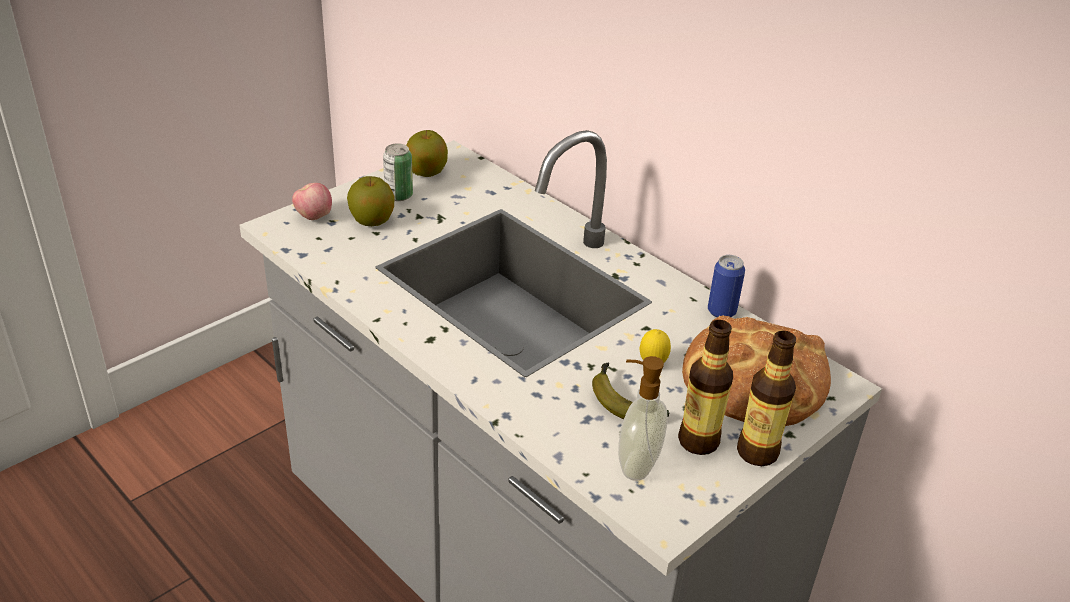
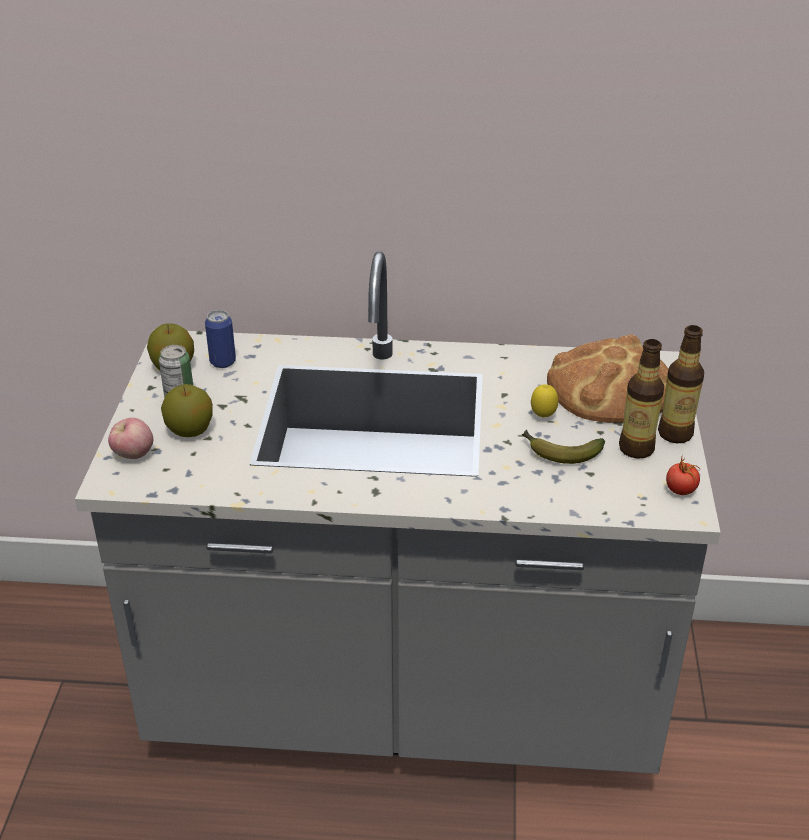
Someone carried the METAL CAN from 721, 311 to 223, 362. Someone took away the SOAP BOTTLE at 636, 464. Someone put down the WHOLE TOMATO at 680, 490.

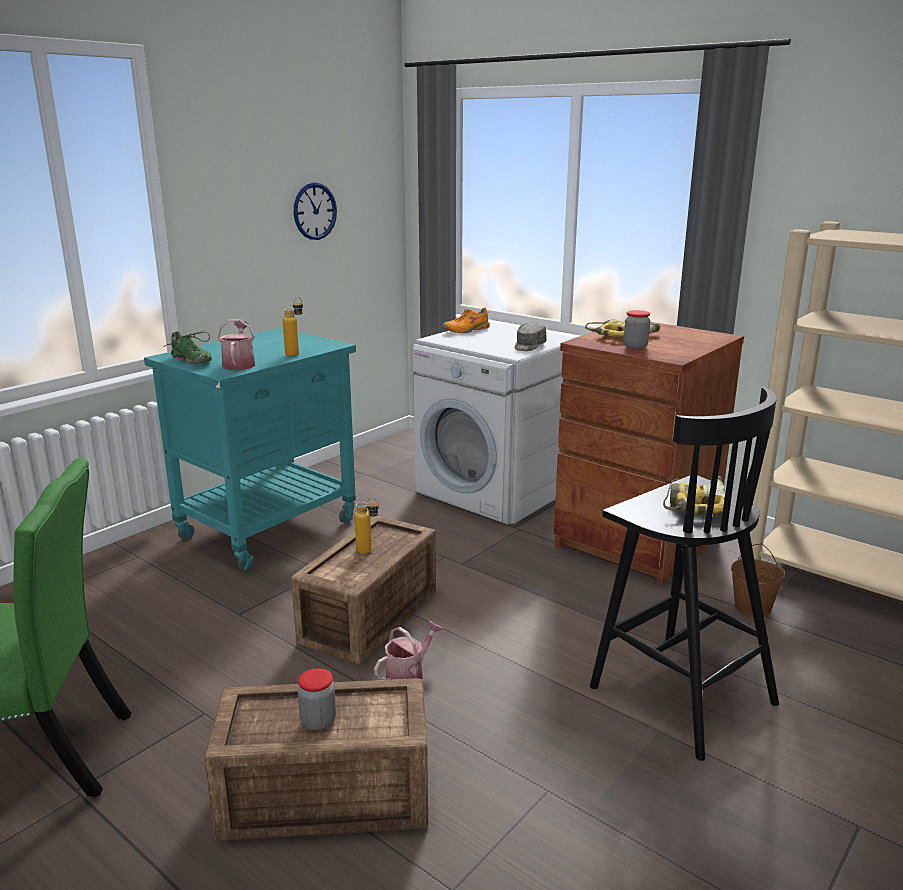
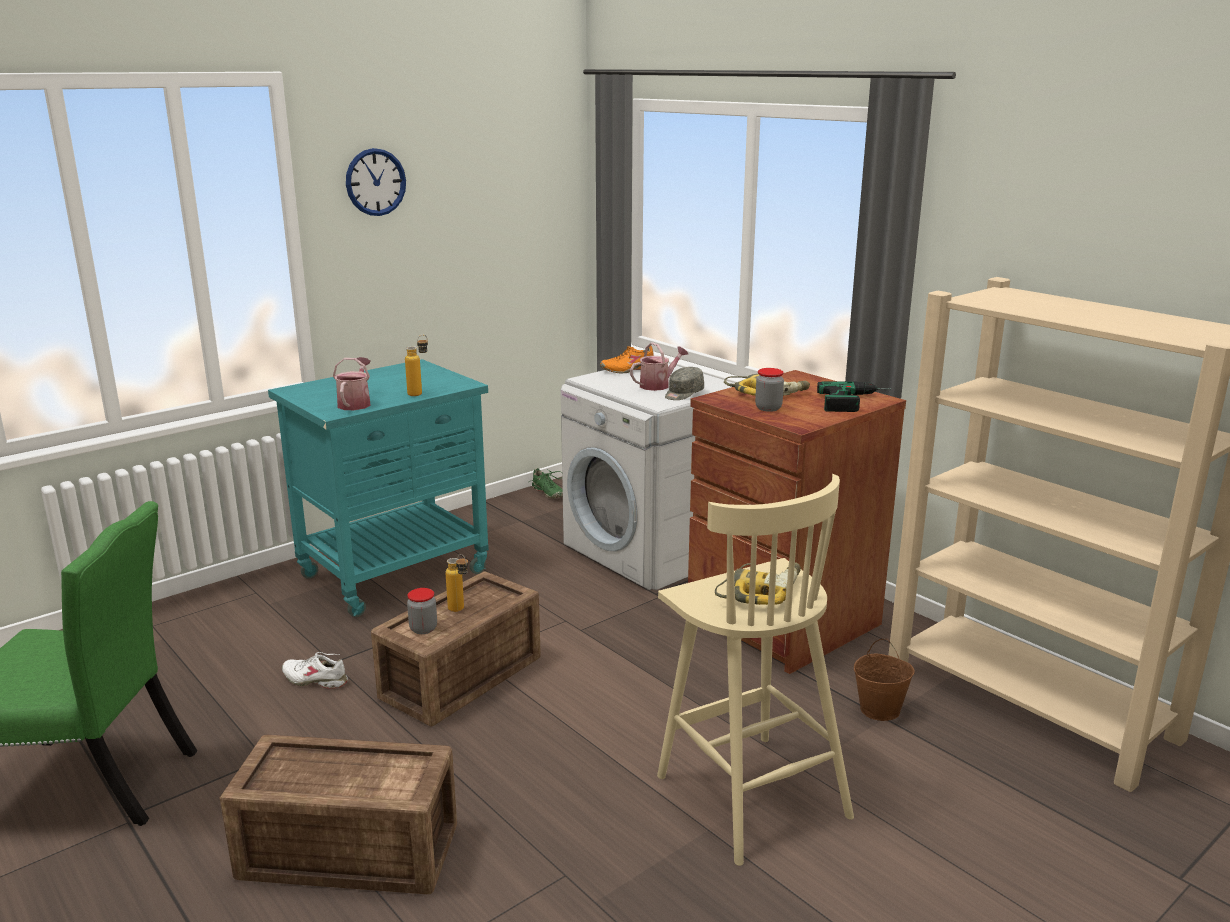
Someone carried the CLOCK ON THE WALL from 314, 211 to 375, 182. Someone carried the GREEN-COLOURED SHOE from 191, 360 to 547, 493. Someone repainted the BLACK-COLOURED SITTING STOOL at 677, 692, which became the SAND-COLOURED SITTING STOOL at 748, 792. Someone carried the SPRINKLING CAN from 408, 673 to 658, 385. Someone carried the JAR from 318, 721 to 423, 629. Someone put down the ELECTRIC DRILL at 857, 402. Someone put down the WHITE SHOE at 315, 679.

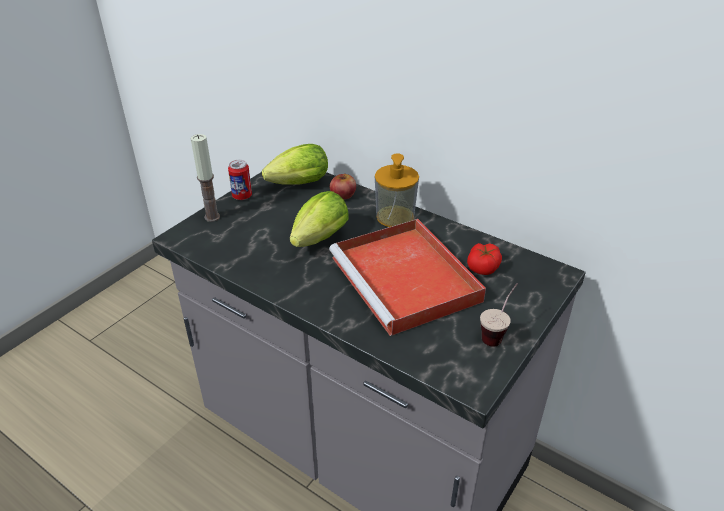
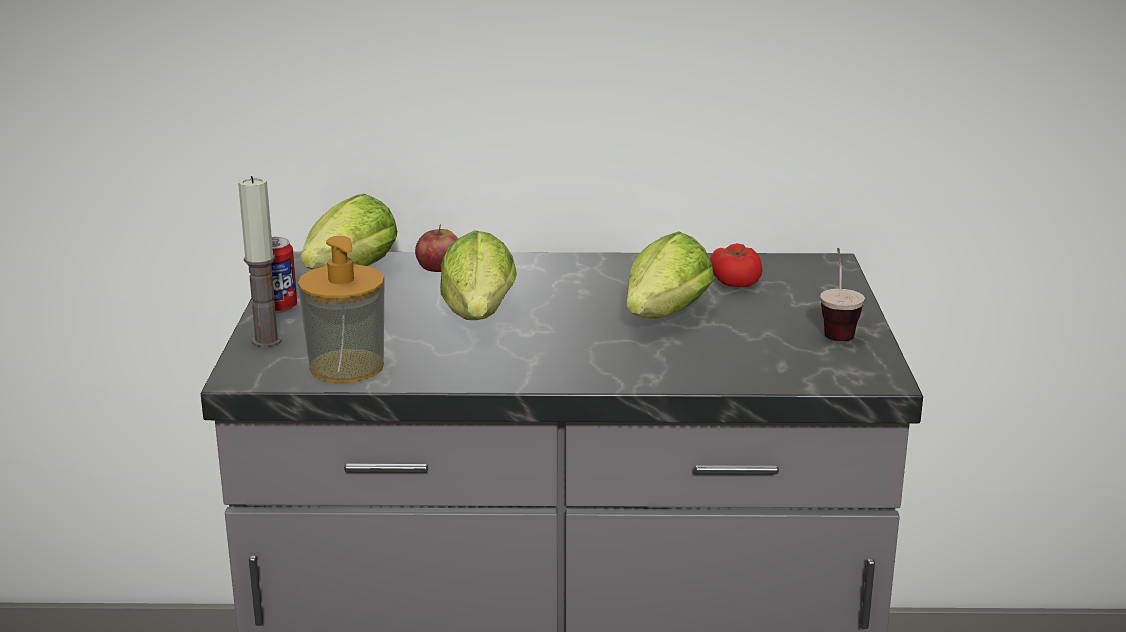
Someone carried the SOAP BOTTLE from 395, 216 to 346, 366. Someone swapped the REDDISH CARRYING TRAY at 407, 280 for the HEAD OF LETTUCE at 662, 319.

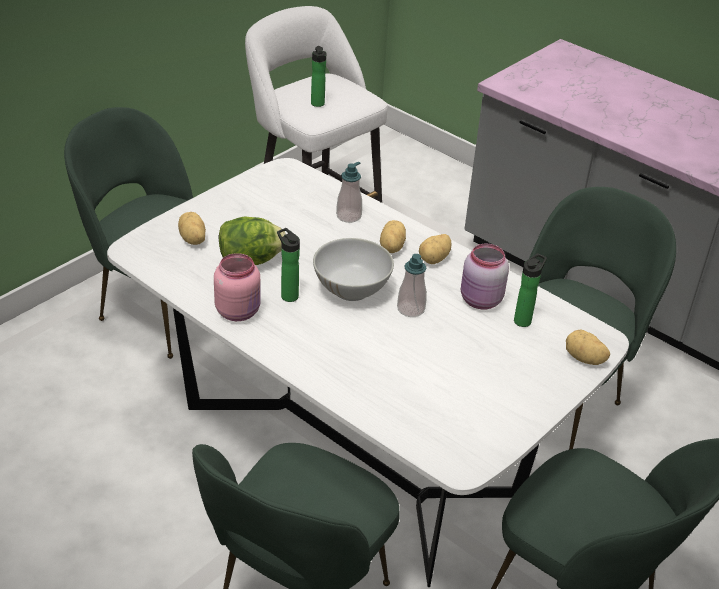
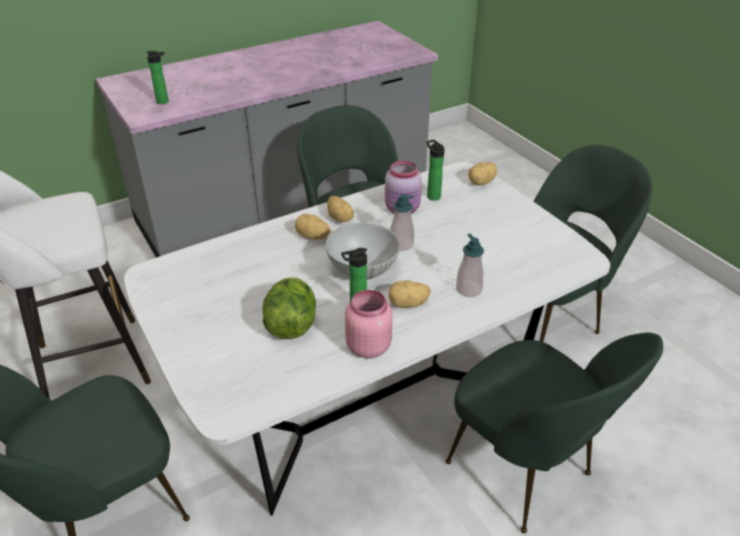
Someone carried the BEVERAGE BOTTLE from 318, 104 to 164, 101. Someone carried the SOAP BOTTLE from 348, 216 to 468, 289. Someone carried the WHOLE POTATO from 192, 239 to 408, 304.

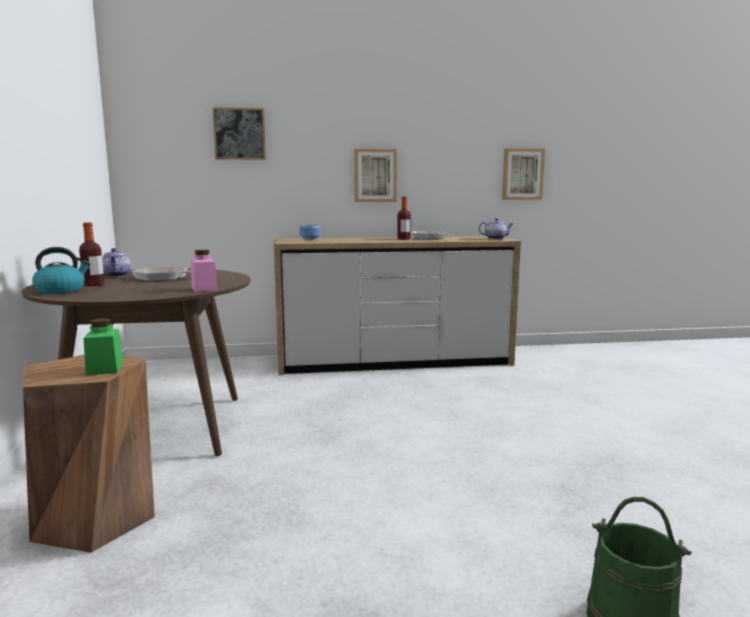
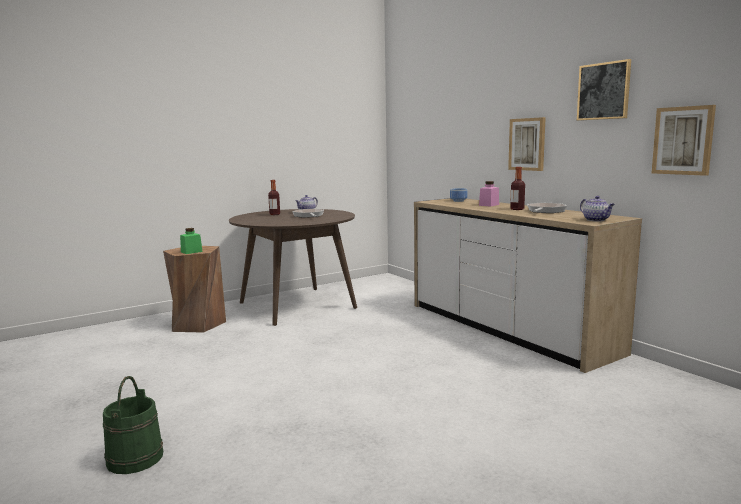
Someone carried the PICTURE from 239, 134 to 603, 91. Someone took away the TEA KETTLE at 61, 290. Someone carried the PINK JAR from 204, 288 to 489, 205.

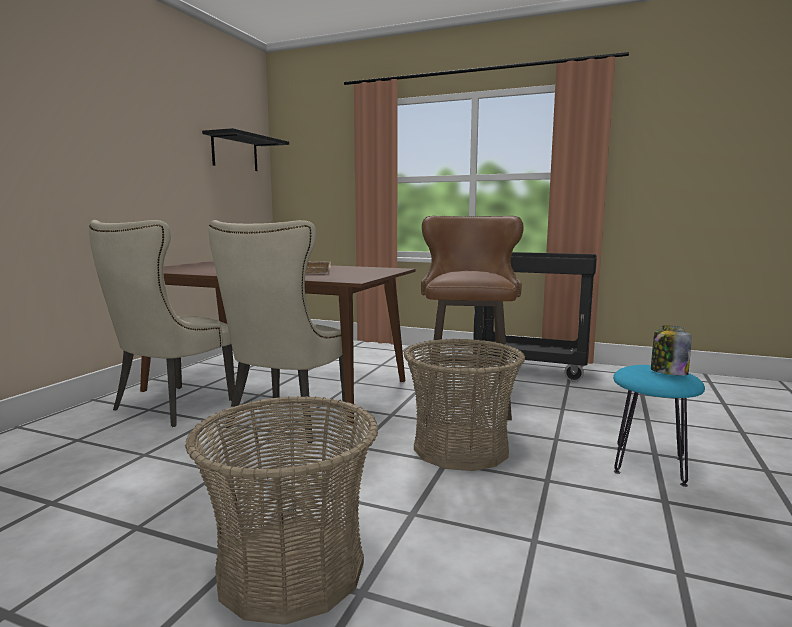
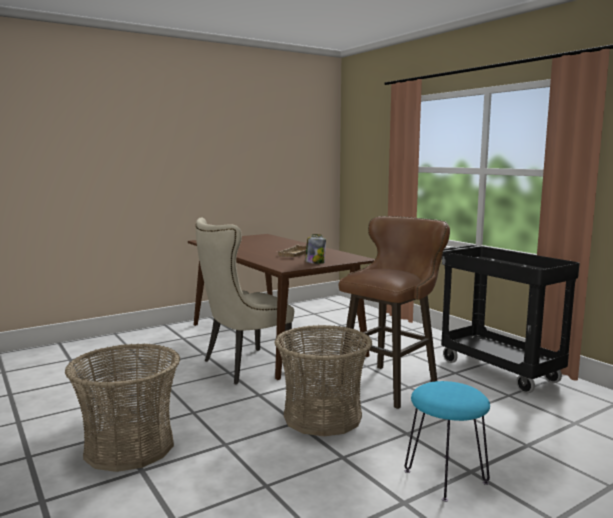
Someone took away the BLACK-COLOURED SHELF at 235, 153. Someone took away the SAND-COLOURED PLAIN CHAIR at 172, 406. Someone carried the JAR from 668, 372 to 315, 262.

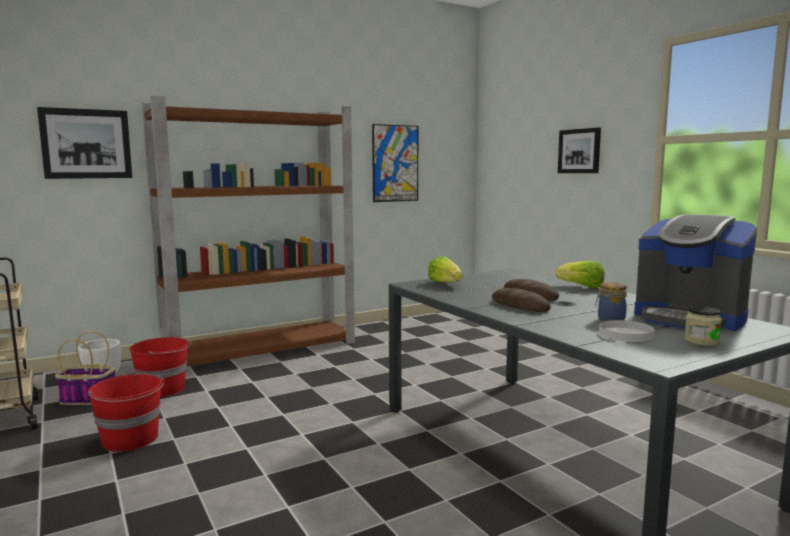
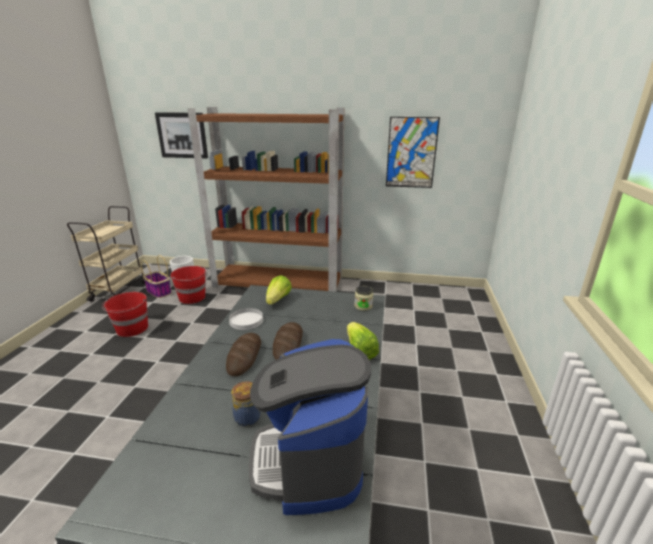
Someone took away the PICTURE at 579, 151. Someone carried the JAR from 701, 341 to 363, 306. Someone carried the WHITE FLAT DISH from 626, 334 to 246, 321.

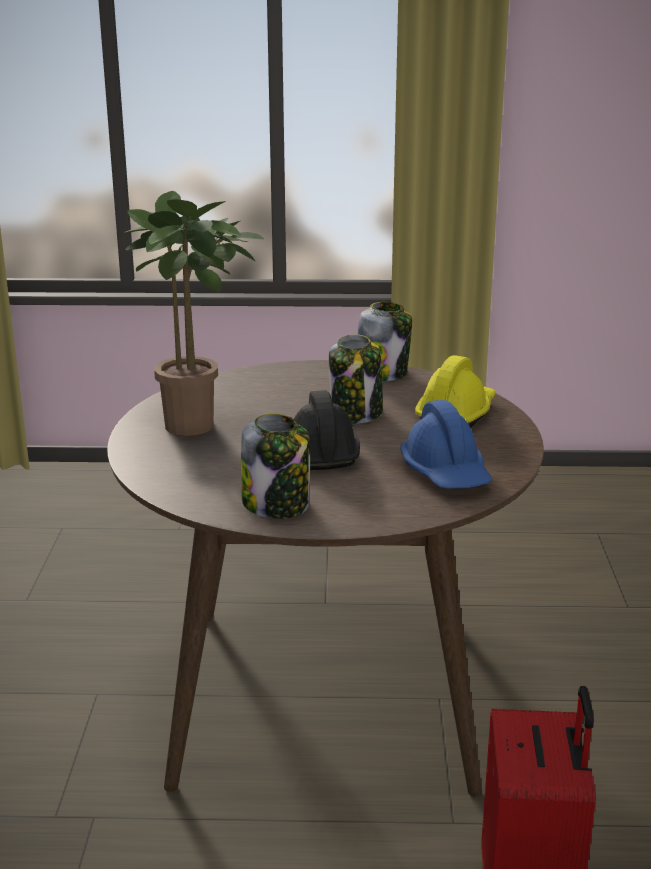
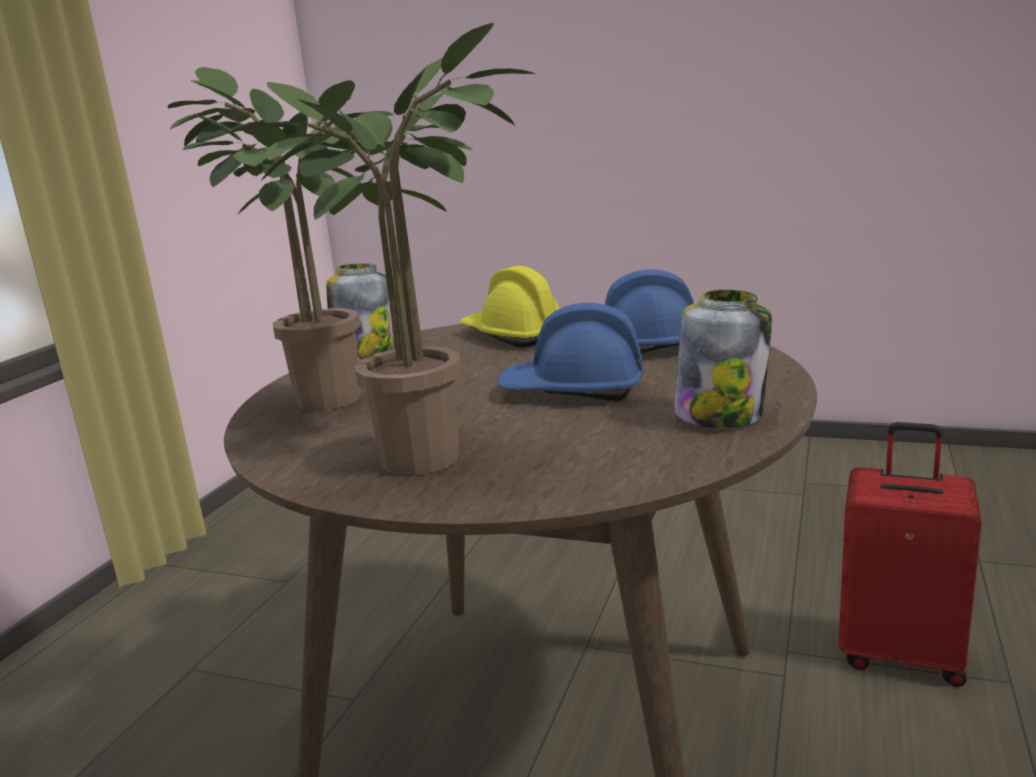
Someone took away the JAR at 356, 413. Someone repainted the BLACK-COLOURED SAFETY HELMET at 319, 451, which became the BLUE SAFETY HELMET at 573, 390. Someone put down the HOUSEPLANT at 316, 402.

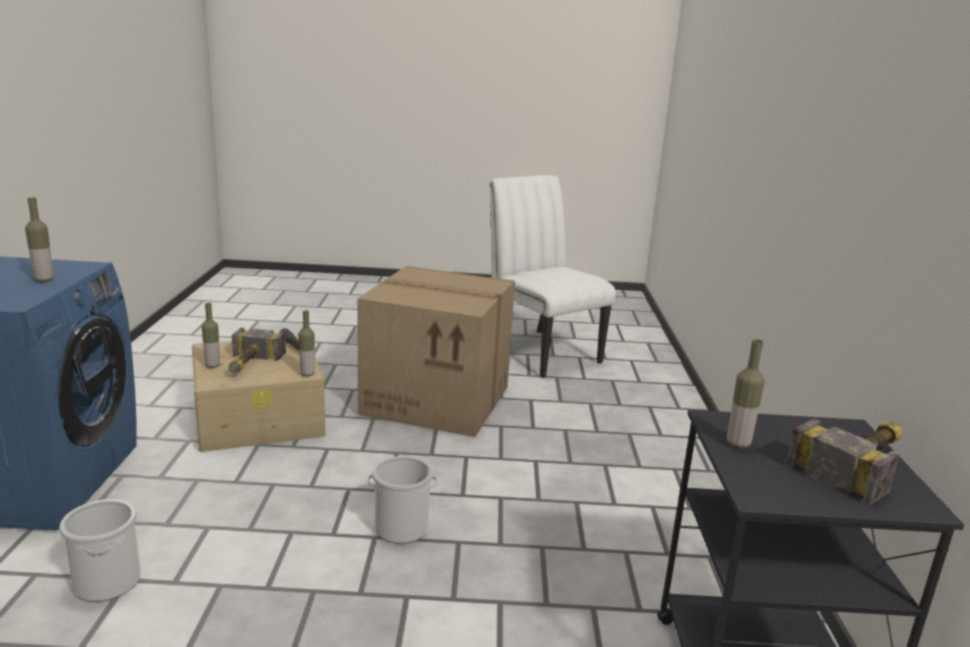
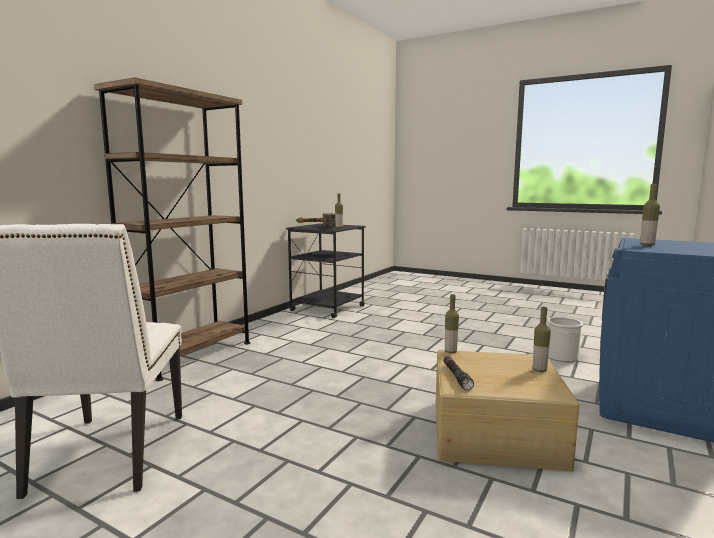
Someone took away the CARDBOARD BOX at 439, 399. Someone took away the HAMMER at 248, 365. Someone took away the BUCKET at 401, 528. Someone put down the BROWN BOOKSHELF at 191, 355.

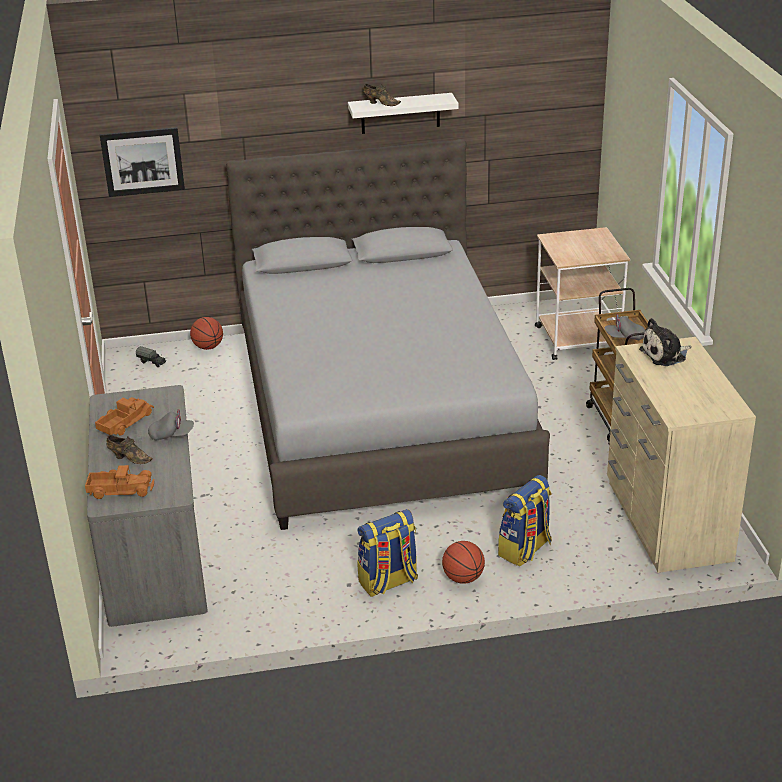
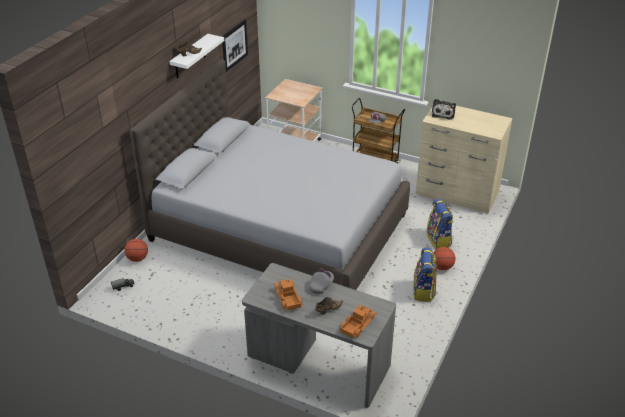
Someone carried the PICTURE from 142, 161 to 234, 45.

